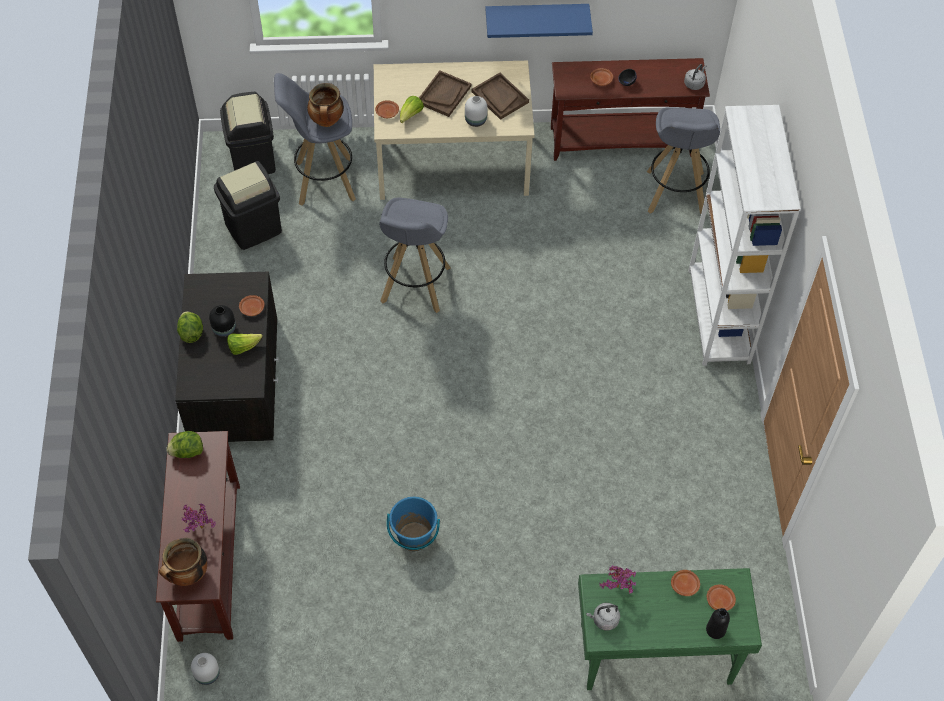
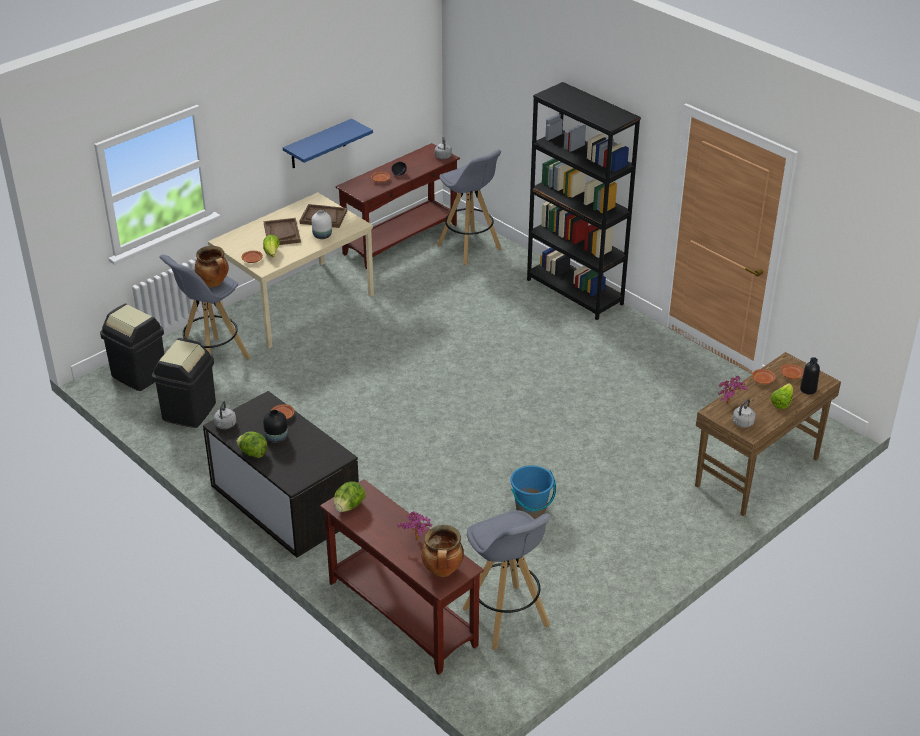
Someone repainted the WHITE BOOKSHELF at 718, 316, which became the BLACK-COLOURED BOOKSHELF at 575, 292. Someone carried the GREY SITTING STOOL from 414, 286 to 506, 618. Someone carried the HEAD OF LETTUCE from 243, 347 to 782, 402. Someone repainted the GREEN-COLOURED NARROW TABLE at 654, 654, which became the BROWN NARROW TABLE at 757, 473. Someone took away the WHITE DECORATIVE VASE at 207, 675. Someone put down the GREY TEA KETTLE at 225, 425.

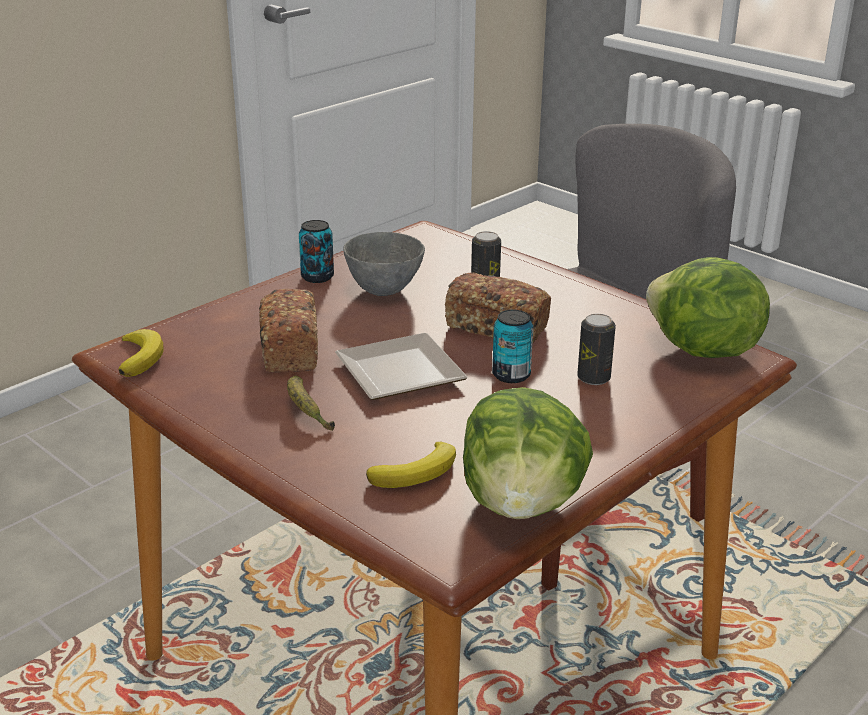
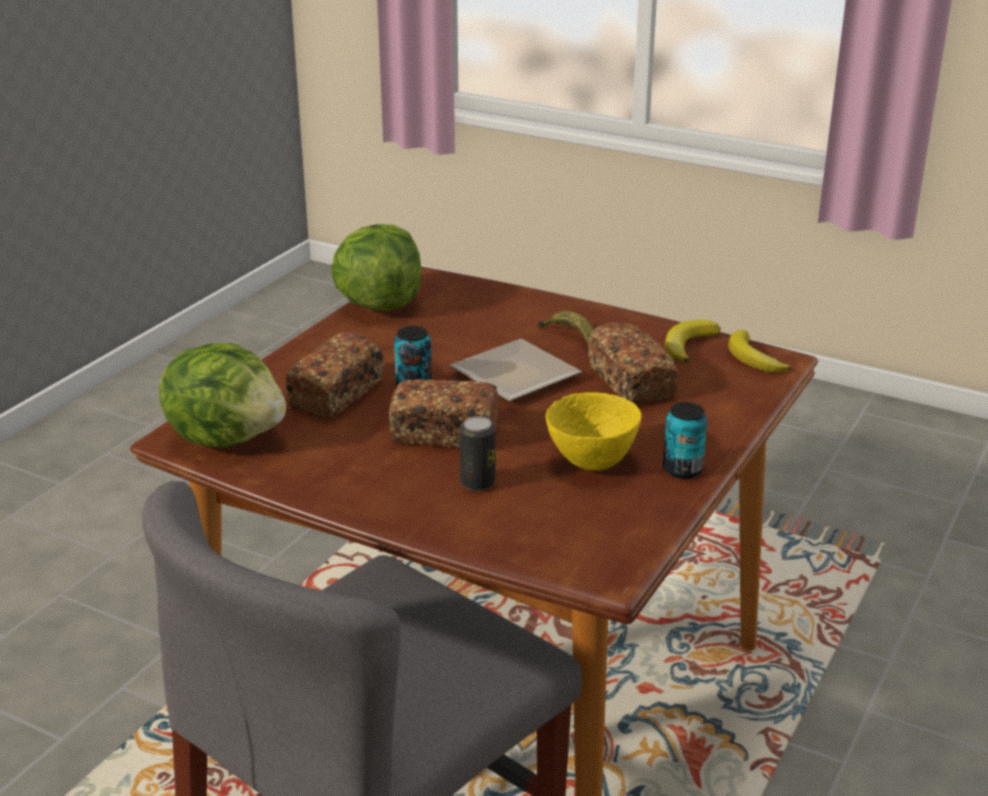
Someone repainted the GREY SERVING BOWL at 383, 289, which became the YELLOW SERVING BOWL at 593, 463. Someone swapped the METAL CAN at 593, 378 for the BAKED BREAD at 337, 395. Someone carried the WHOLE BANANA from 417, 472 to 688, 345.

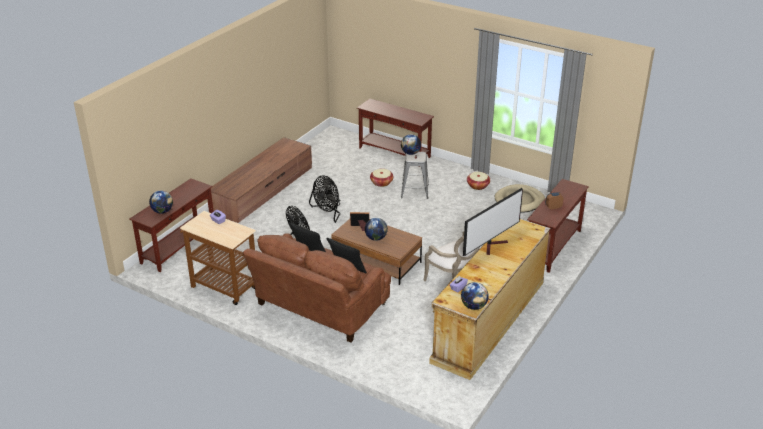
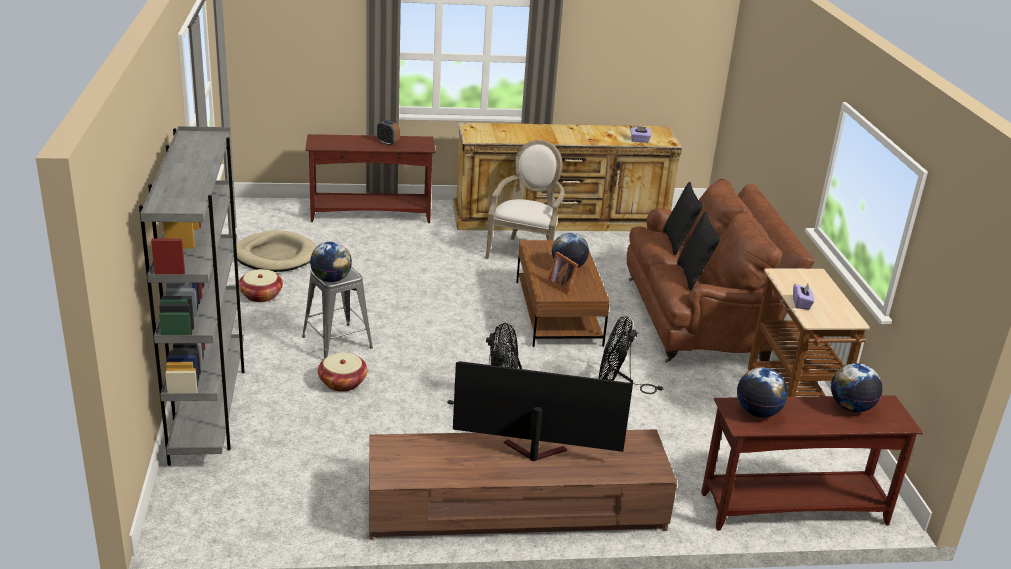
Someone swapped the BROWN NARROW TABLE at 395, 152 for the GREY BOOKSHELF at 209, 409. Someone carried the TV SET from 493, 245 to 532, 453. Someone carried the DESK GLOBE from 474, 306 to 758, 412.

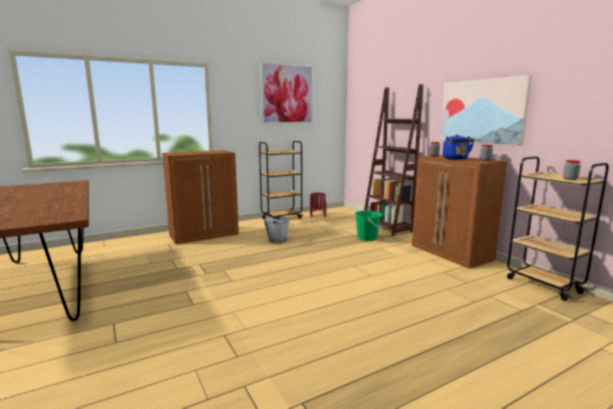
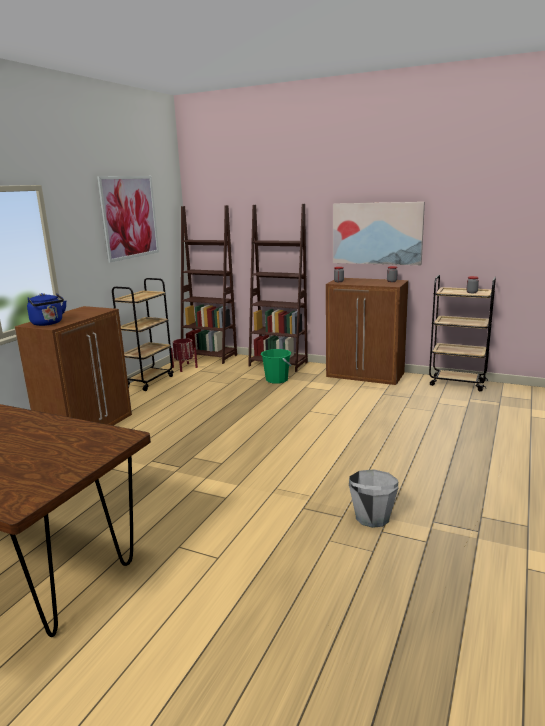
Someone carried the BLUE TEA KETTLE from 456, 159 to 48, 323. Someone carried the GREY BUCKET from 277, 239 to 372, 517. Someone put down the BROWN BOOKSHELF at 209, 357.

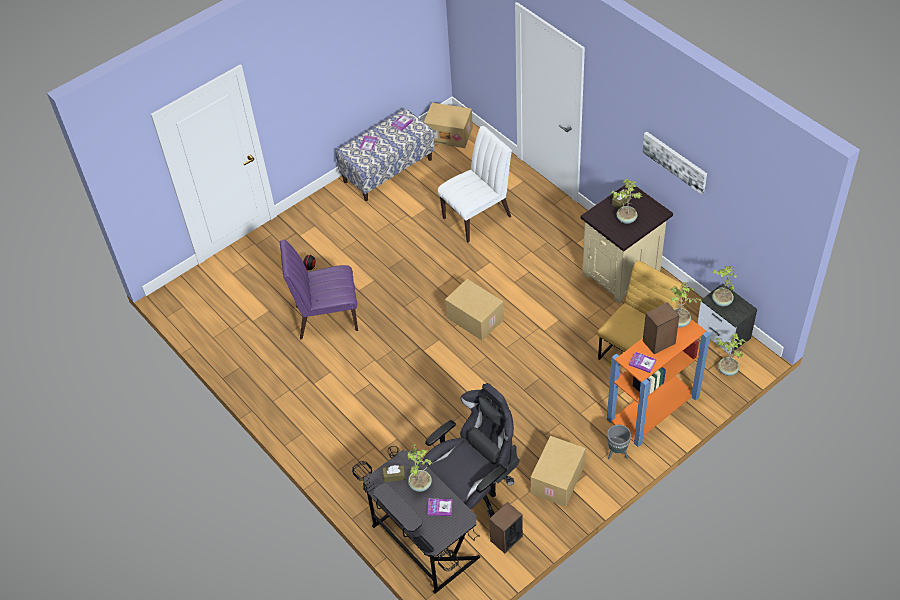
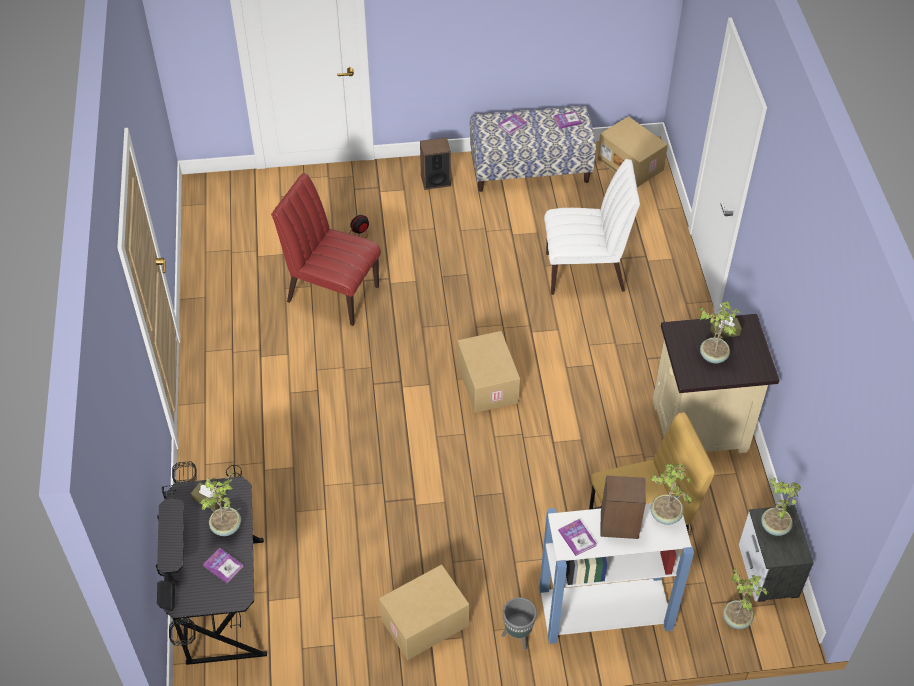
Someone took away the PICTURE at 675, 161. Someone repainted the PURPLE PLAIN CHAIR at 327, 317, which became the REDDISH PLAIN CHAIR at 333, 294. Someone repainted the ORANGE BOOKSHELF at 652, 408, which became the WHITE BOOKSHELF at 604, 608. Someone took away the BLACK-COLOURED DESK CHAIR at 473, 490. Someone carried the LOUDSPEAKER from 506, 538 to 435, 180.

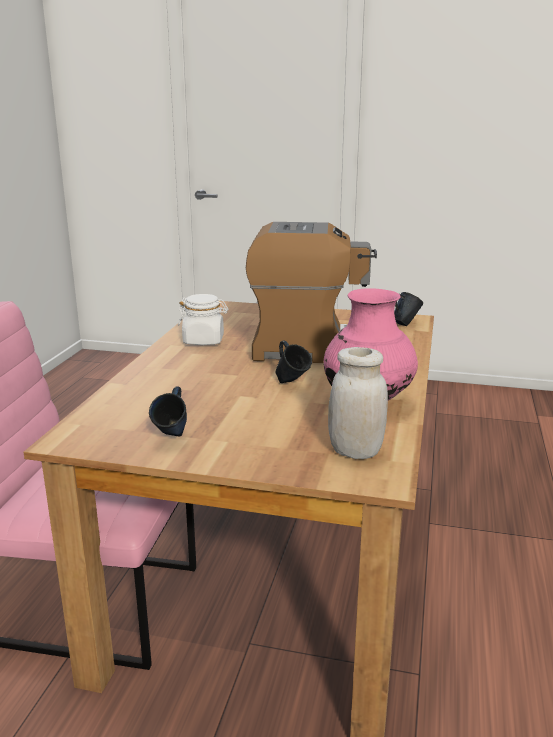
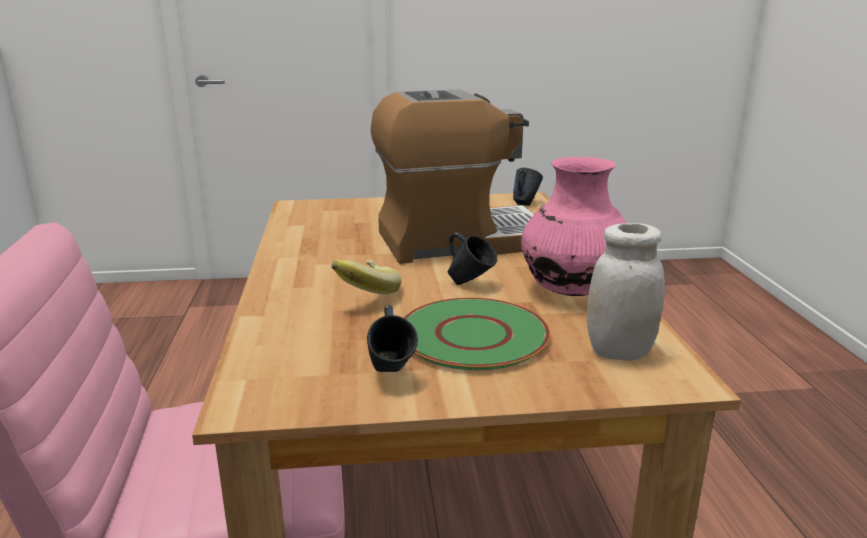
Someone took away the WHITE JAR at 204, 341. Someone put down the WHOLE BANANA at 364, 294. Someone put down the GREEN-COLOURED FLAT DISH at 474, 336.

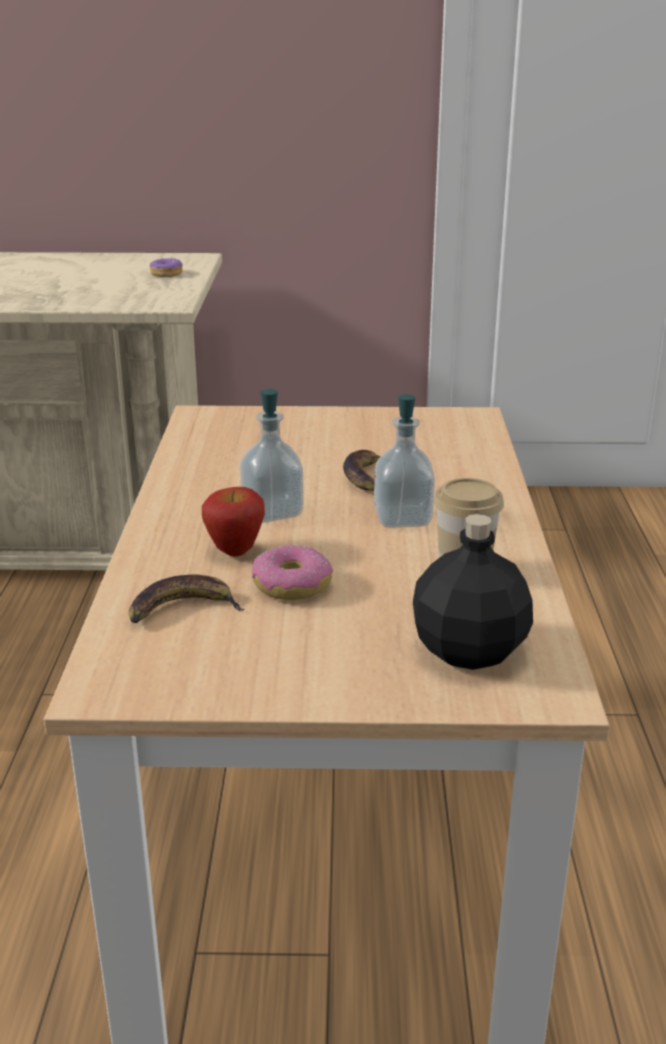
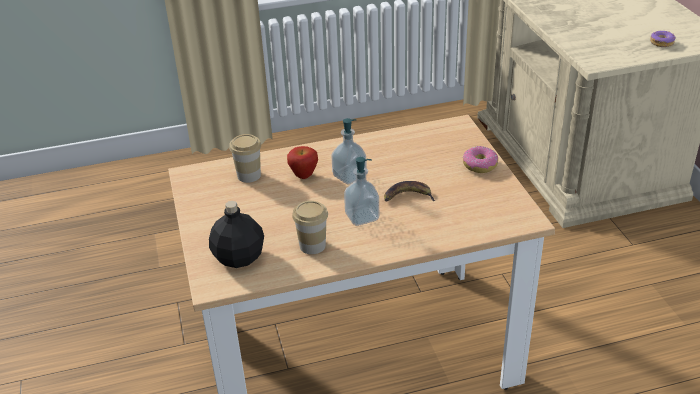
Someone carried the DONUT from 291, 585 to 479, 165. Someone swapped the WHOLE BANANA at 181, 609 for the SMALL CUP at 249, 175.

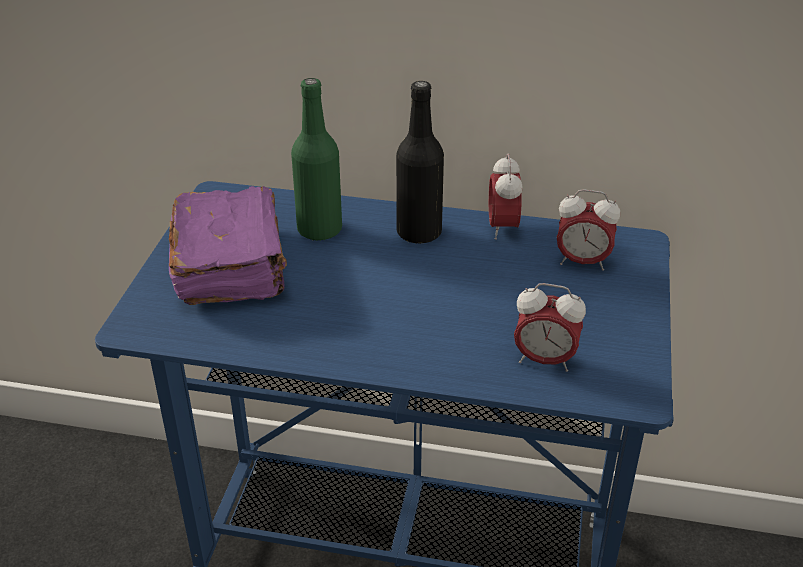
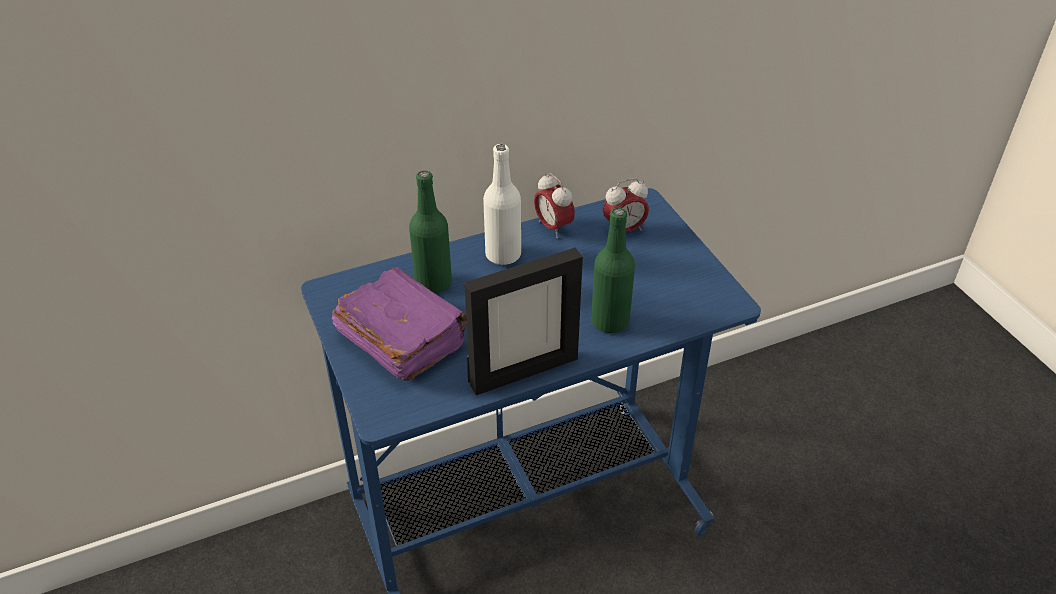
Someone repainted the BLACK-COLOURED BEVERAGE BOTTLE at 419, 233, which became the WHITE BEVERAGE BOTTLE at 503, 255. Someone took away the BEDSIDE CLOCK at 544, 360. Someone put down the GREEN-COLOURED BEVERAGE BOTTLE at 610, 321. Someone put down the PICTURE FRAME at 523, 370.

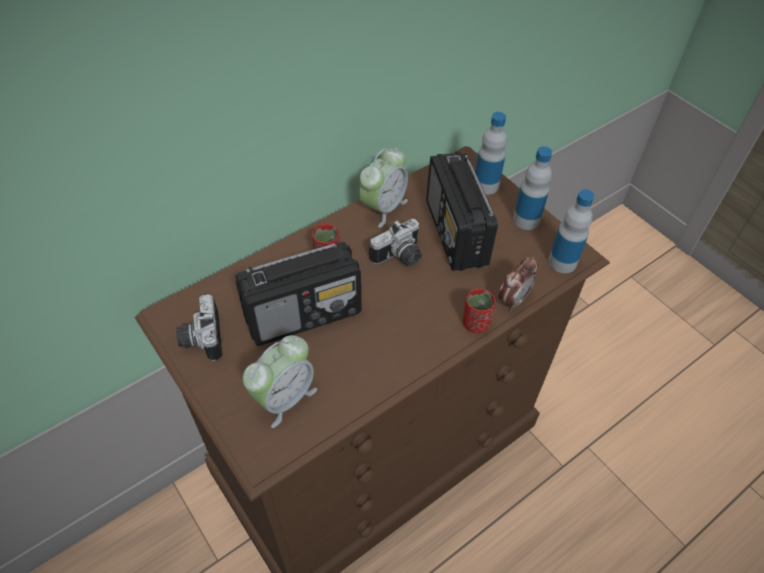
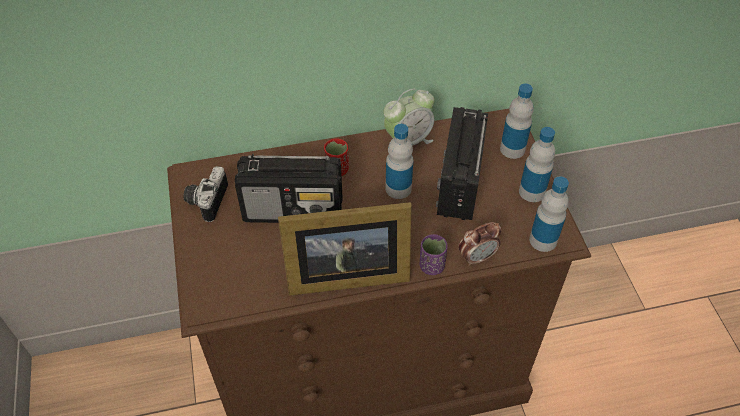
Someone swapped the PHOTO CAMERA at 400, 257 for the BEVERAGE BOTTLE at 398, 188. Someone repainted the REDDISH SMALL CUP at 475, 323, which became the PURPLE SMALL CUP at 431, 266. Someone took away the BEDSIDE CLOCK at 284, 398. Someone put down the PICTURE FRAME at 343, 273.

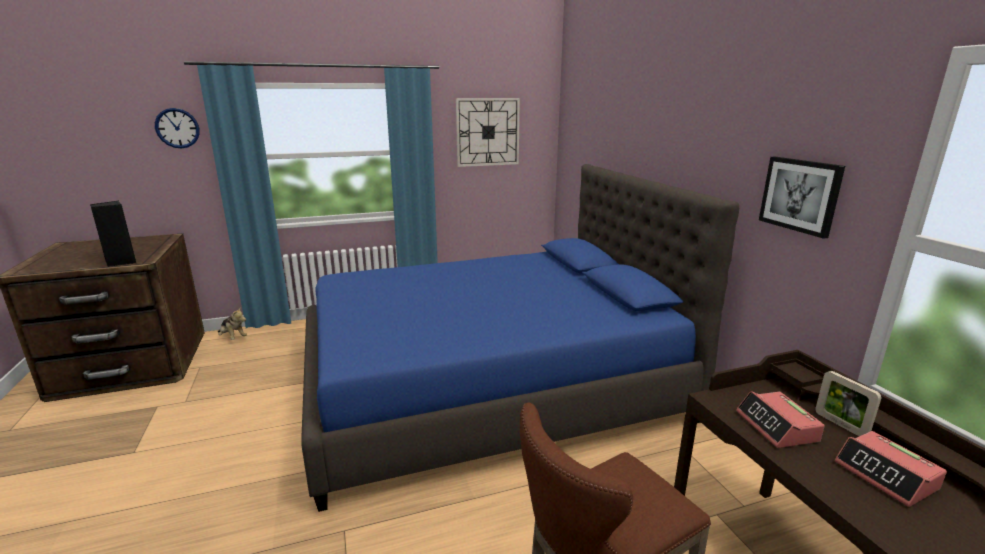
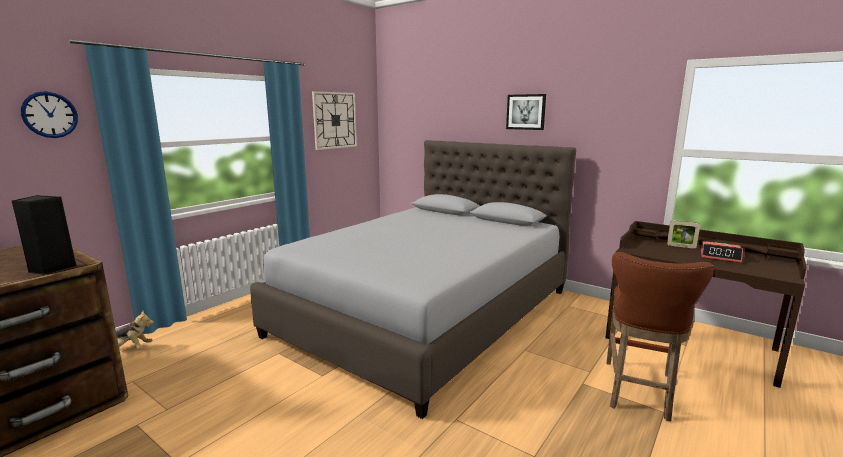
Someone carried the PICTURE from 800, 195 to 526, 112. Someone repainted the BLUE SLEEPING BED at 489, 387, which became the GREY SLEEPING BED at 427, 312. Someone took away the BEDSIDE CLOCK at 777, 427.

